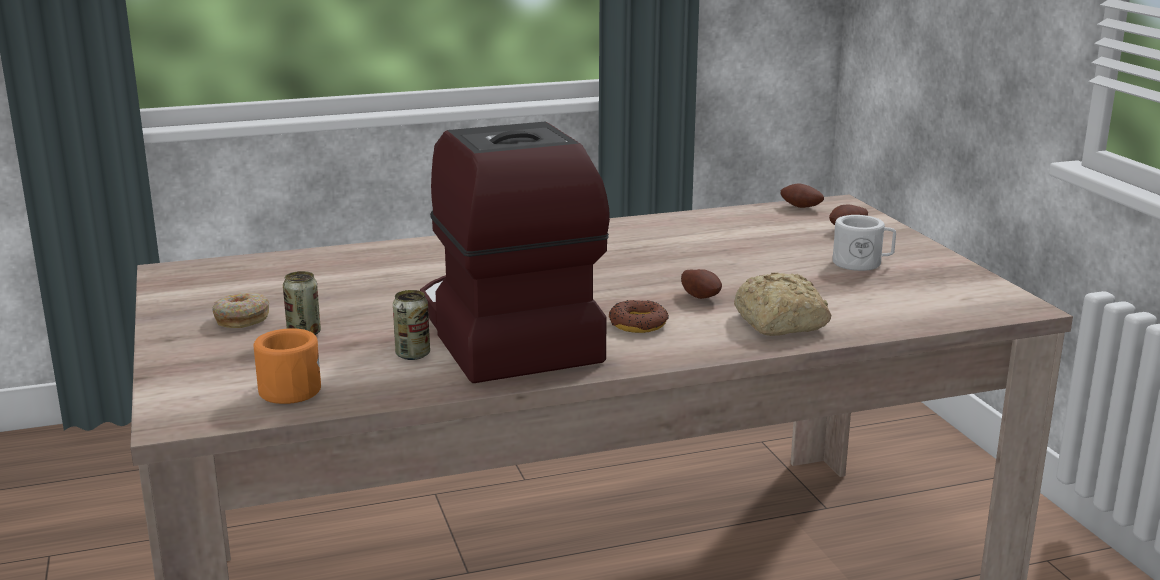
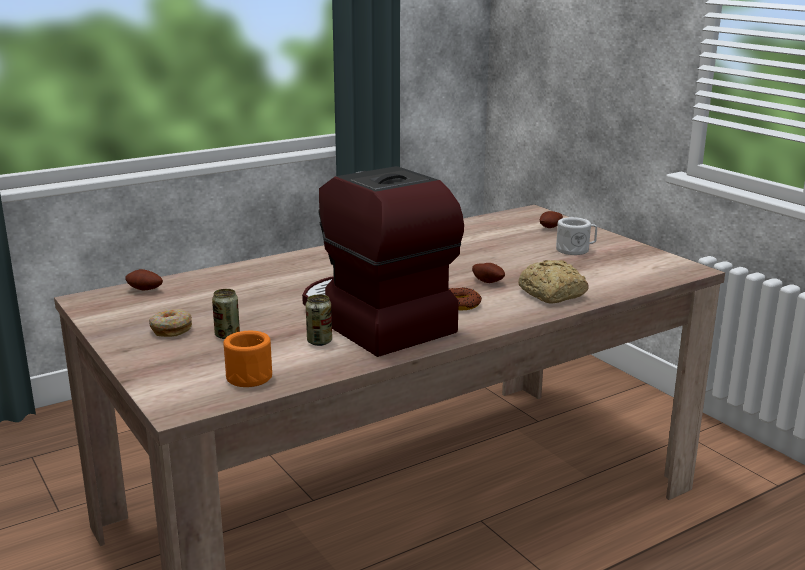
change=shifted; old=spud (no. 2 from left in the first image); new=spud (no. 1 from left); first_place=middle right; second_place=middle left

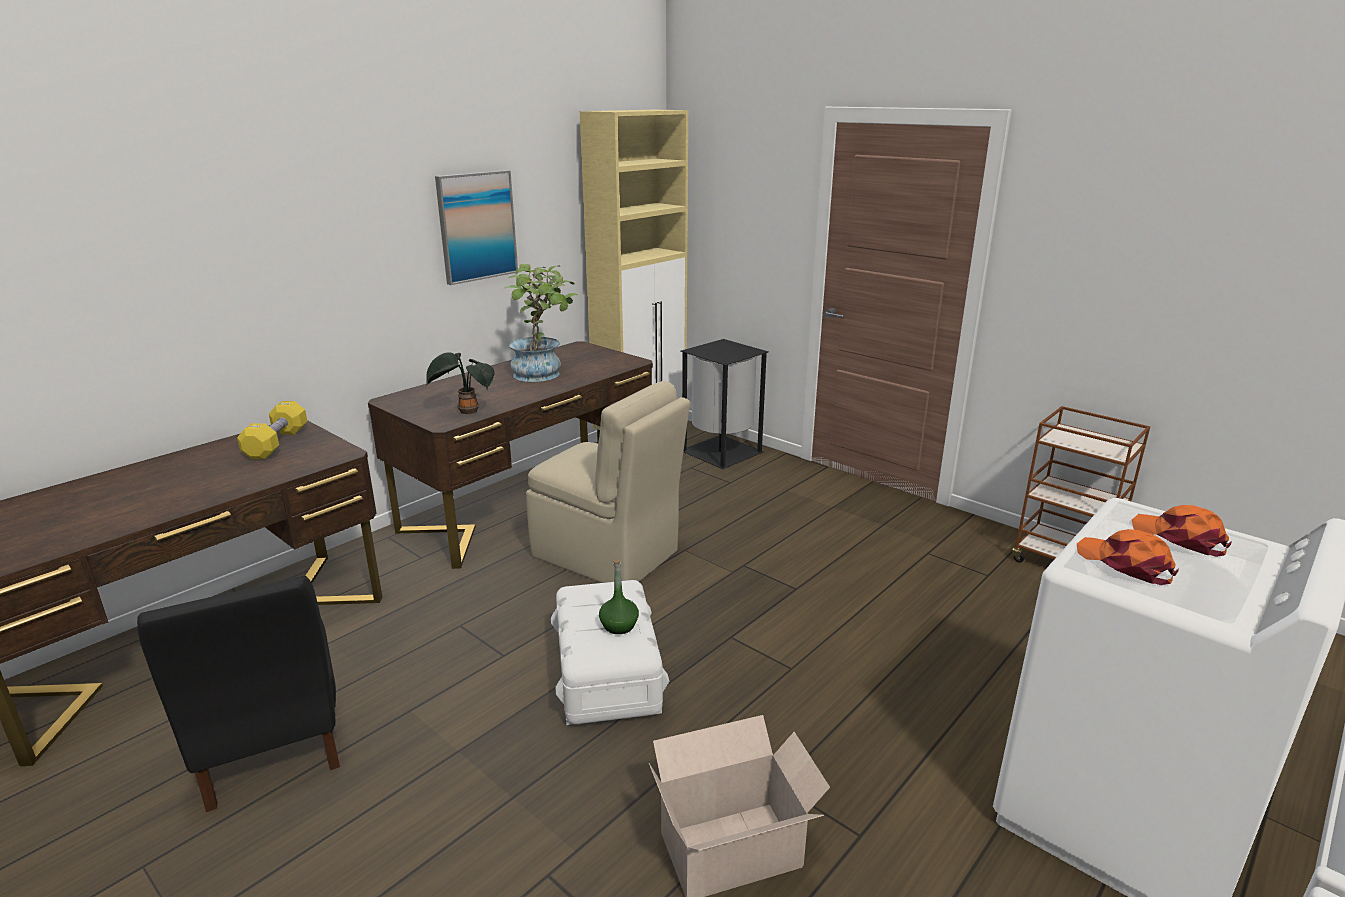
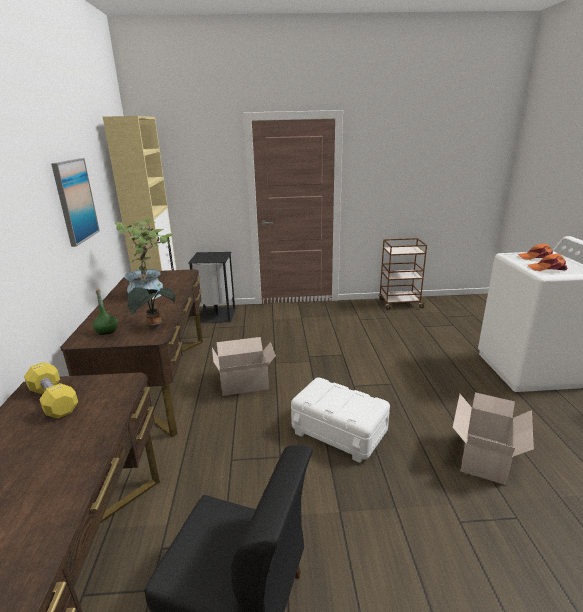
change=swapped; old=sand-coloured upright chair; new=carton (no. 1 from left); first_place=centre; second_place=centre
change=shifted; old=greenish bottle; first_place=centre; second_place=middle left

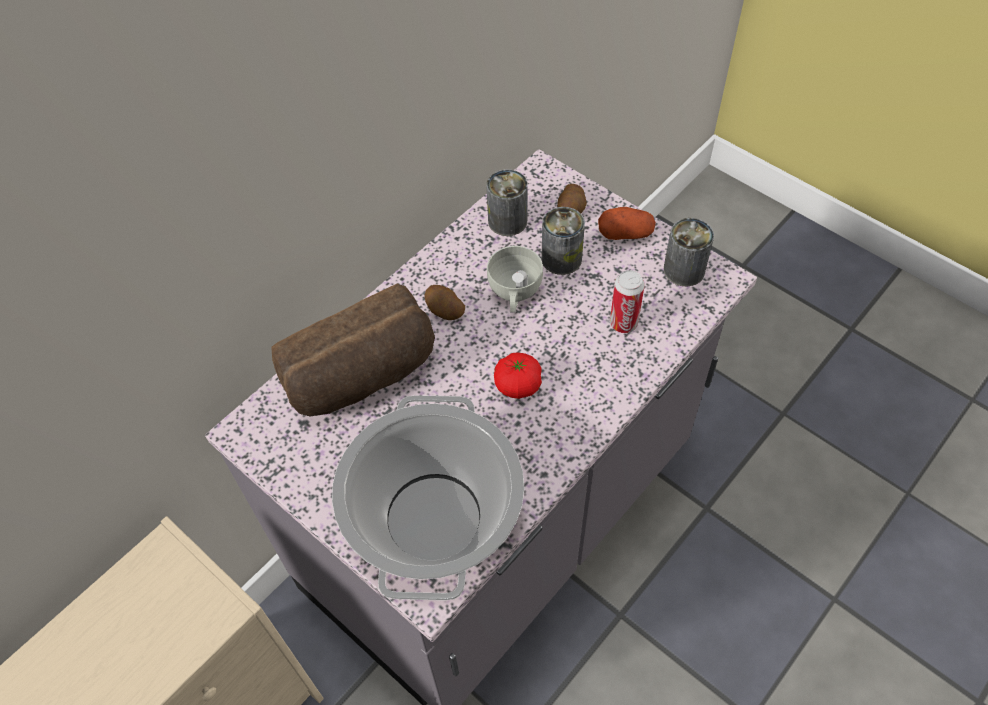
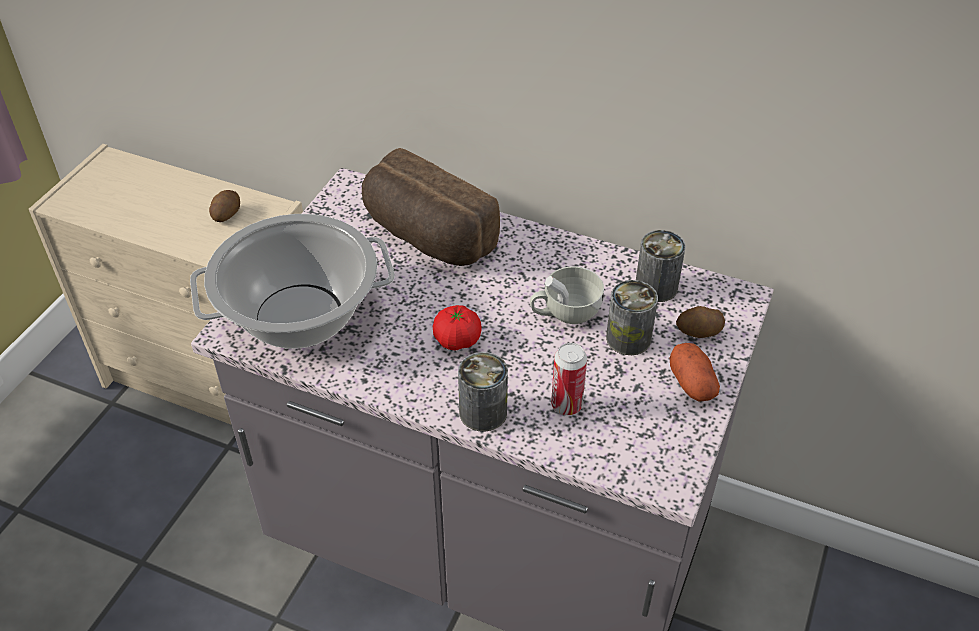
change=shifted; old=spud (no. 1 from left); first_place=centre; second_place=top left
change=shifted; old=sealed can (no. 4 from left in the first image); new=sealed can (no. 1 from left); first_place=middle right; second_place=centre

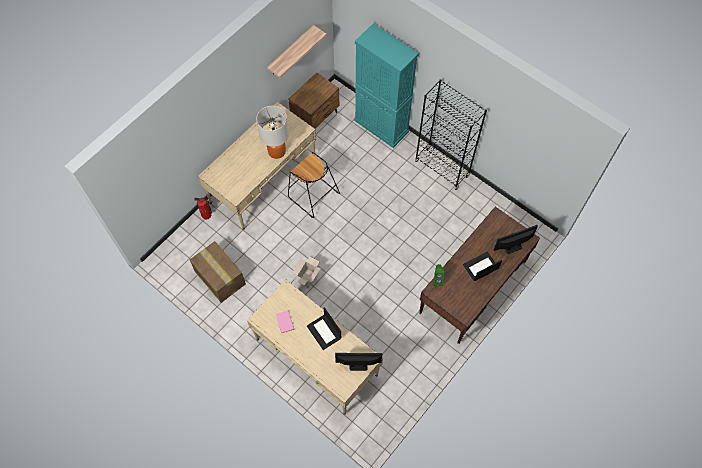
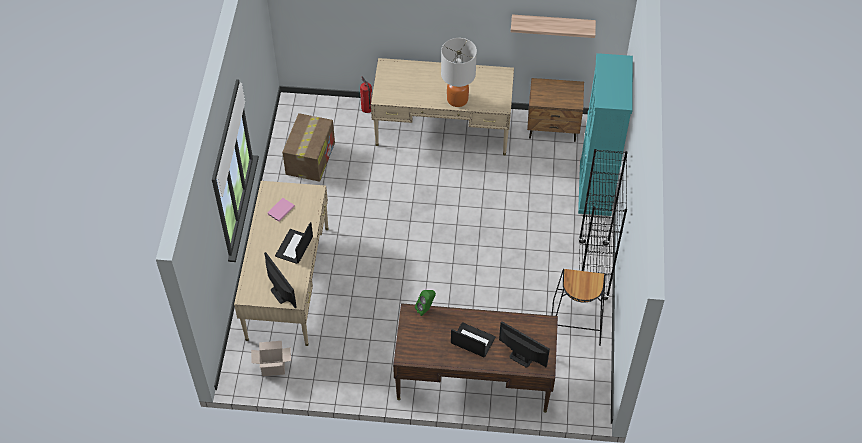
change=shifted; old=blackish stool seat; first_place=centre; second_place=bottom right
change=shifted; old=carton (no. 2 from left in the first image); new=carton (no. 1 from left); first_place=centre; second_place=bottom left

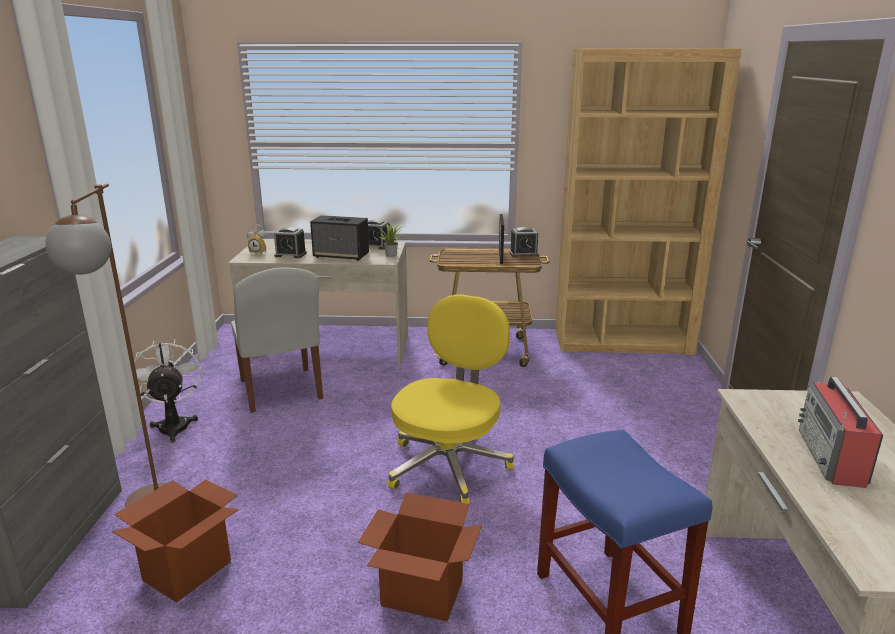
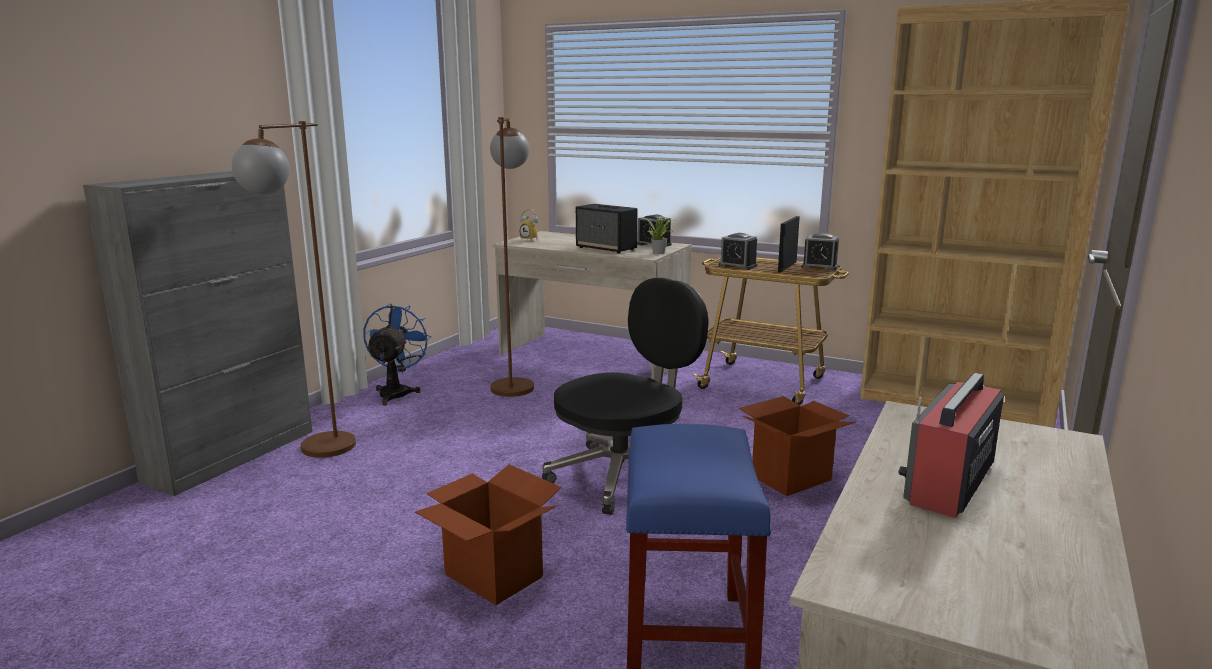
change=shifted; old=carton (no. 1 from left in the first image); new=carton (no. 2 from left); first_place=bottom left; second_place=bottom centre
change=repainted; old=white fan; new=blue fan; first_place=middle left; second_place=middle left
change=swapped; old=white upright chair; new=brown-coloured standing lamp (no. 2 from left); first_place=middle left; second_place=centre
change=shifted; old=alarm clock (no. 2 from left in the first image); new=alarm clock (no. 3 from left); first_place=middle left; second_place=centre
change=repainted; old=yellow computer chair; new=blackish computer chair; first_place=centre; second_place=centre

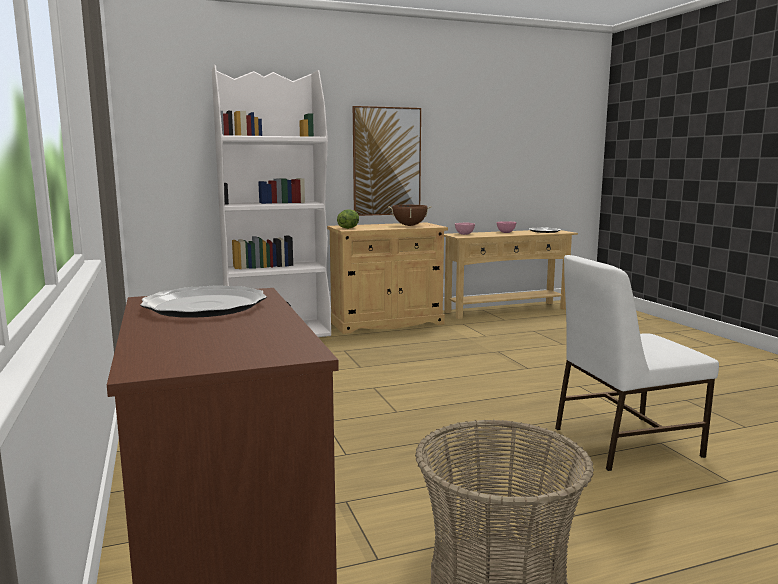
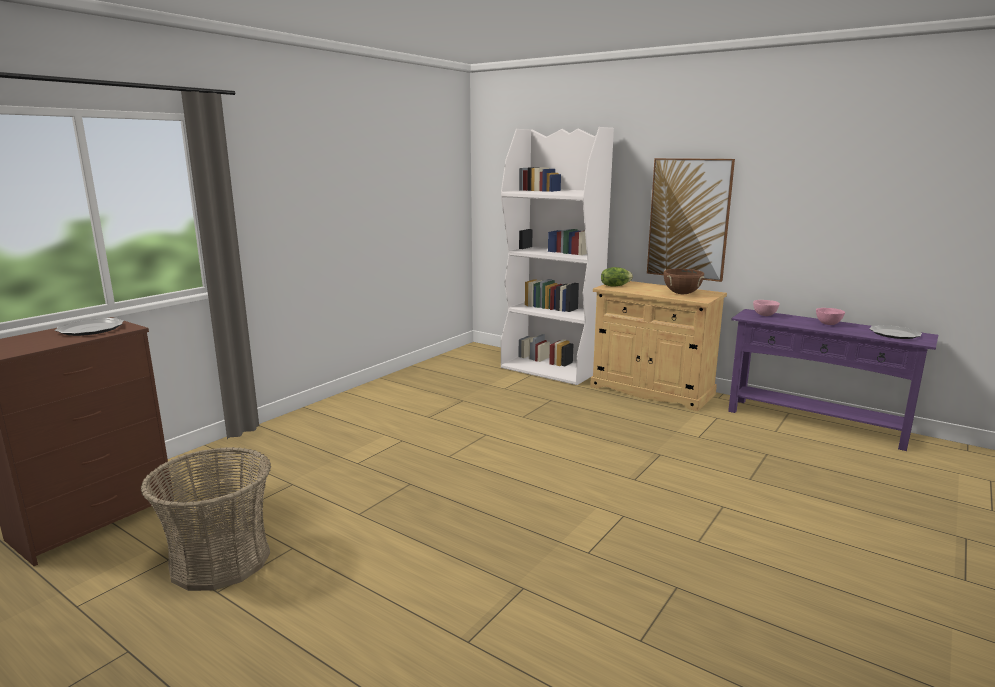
change=repainted; old=sand-coloured narrow table; new=purple narrow table; first_place=centre; second_place=middle right
change=gone; old=white upright chair; first_place=middle right

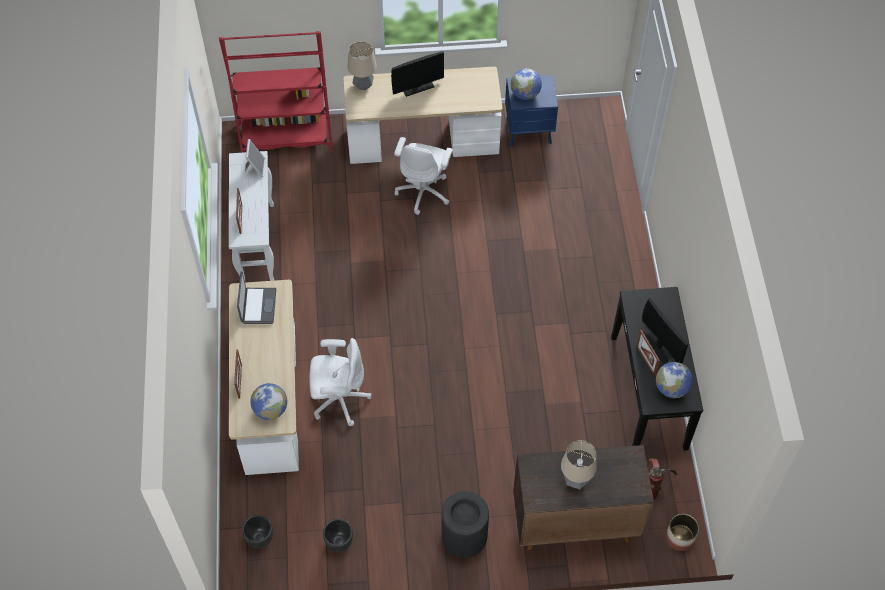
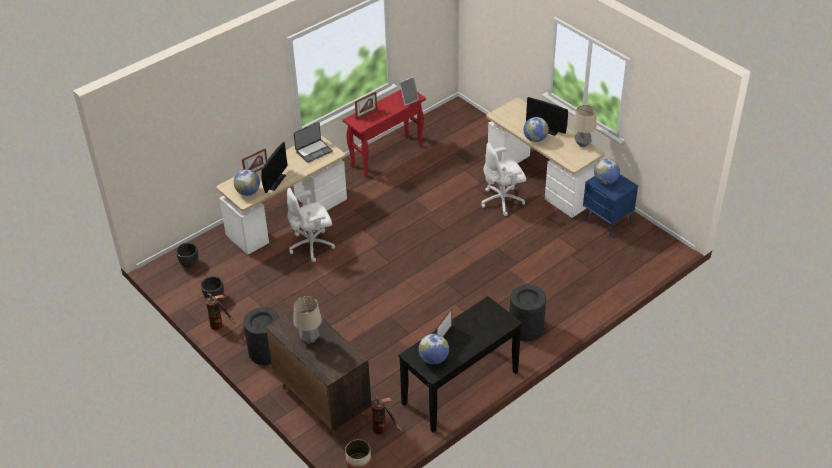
change=gone; old=red shelving unit; first_place=top left
change=repainted; old=white narrow table; new=red narrow table; first_place=middle left; second_place=top centre
change=rotated; old=white computer chair (no. 1 from left); first_place=centre; second_place=centre; degrees=105
change=shifted; old=table lamp (no. 1 from left in the first image); new=table lamp (no. 2 from left); first_place=top centre; second_place=top right
change=shifted; old=monitor (no. 2 from left in the first image); new=monitor (no. 1 from left); first_place=middle right; second_place=middle left
change=new; new=fire extinguisher (no. 1 from left); second_place=middle left
change=new; new=blackish waste bin (no. 2 from left); second_place=bottom centre
change=new; new=desk globe (no. 3 from left); second_place=top centre

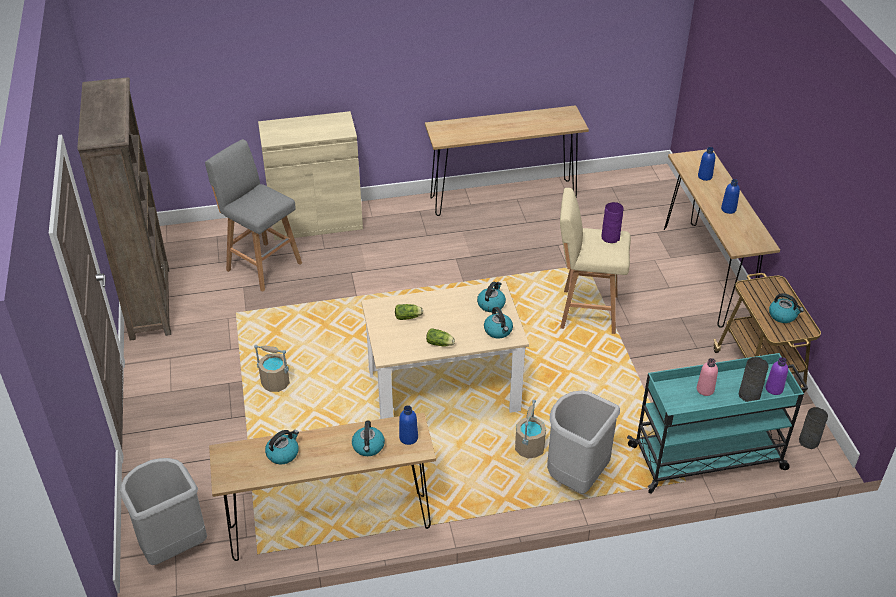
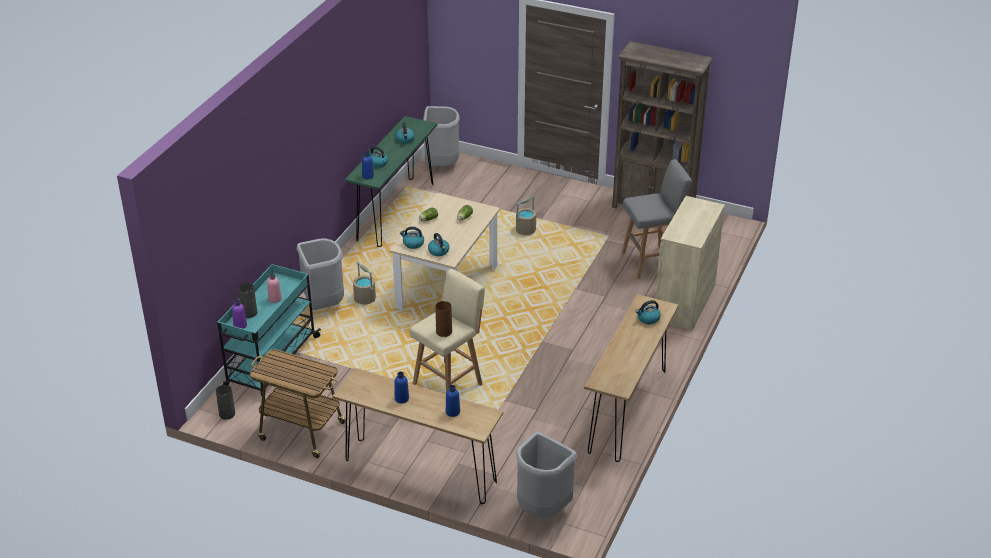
change=repainted; old=brown-coloured narrow table (no. 1 from left); new=greenish narrow table; first_place=bottom centre; second_place=top centre
change=repainted; old=purple flower vase; new=brown-coloured flower vase; first_place=middle right; second_place=centre
change=shifted; old=kettle (no. 5 from left); first_place=middle right; second_place=centre
change=new; new=greyish waste bin (no. 3 from left); second_place=bottom centre

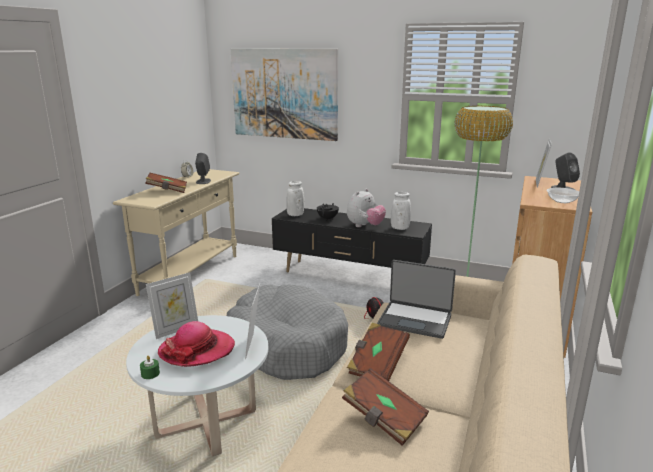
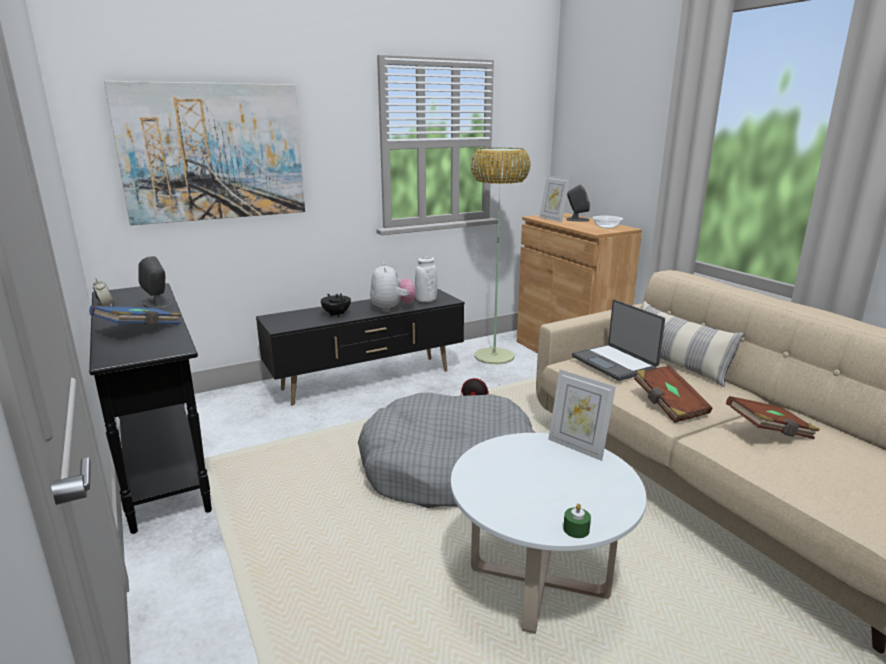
change=repainted; old=sand-coloured narrow table; new=blackish narrow table; first_place=middle left; second_place=middle left
change=repainted; old=brown-coloured volume (no. 1 from left); new=blue volume; first_place=middle left; second_place=middle left
change=gone; old=picture frame (no. 1 from left); first_place=middle left
change=gone; old=hat; first_place=bottom left
change=gone; old=white flower vase (no. 1 from left); first_place=centre
change=rotated; old=portable computer; first_place=centre; second_place=middle right; degrees=90
change=new; new=throw pillow; second_place=middle right

